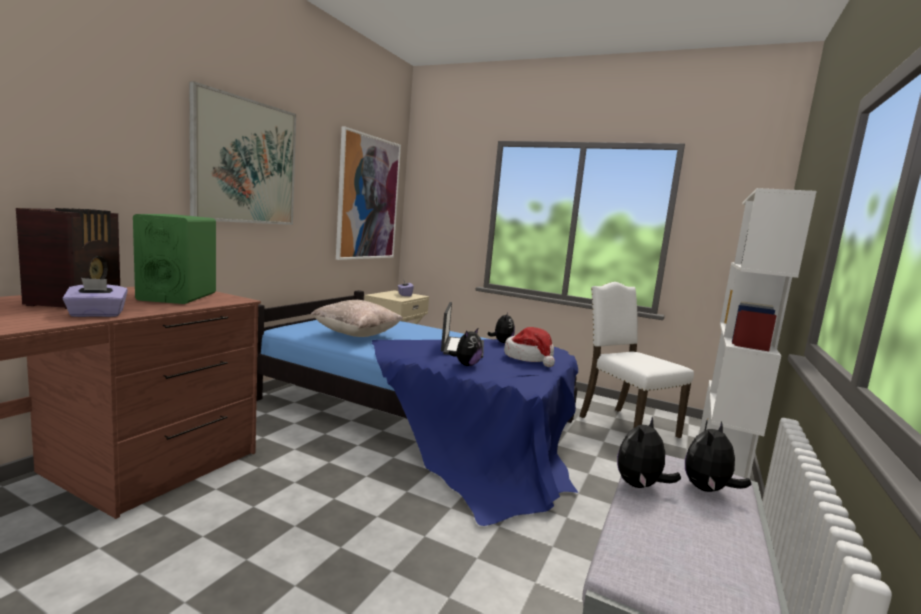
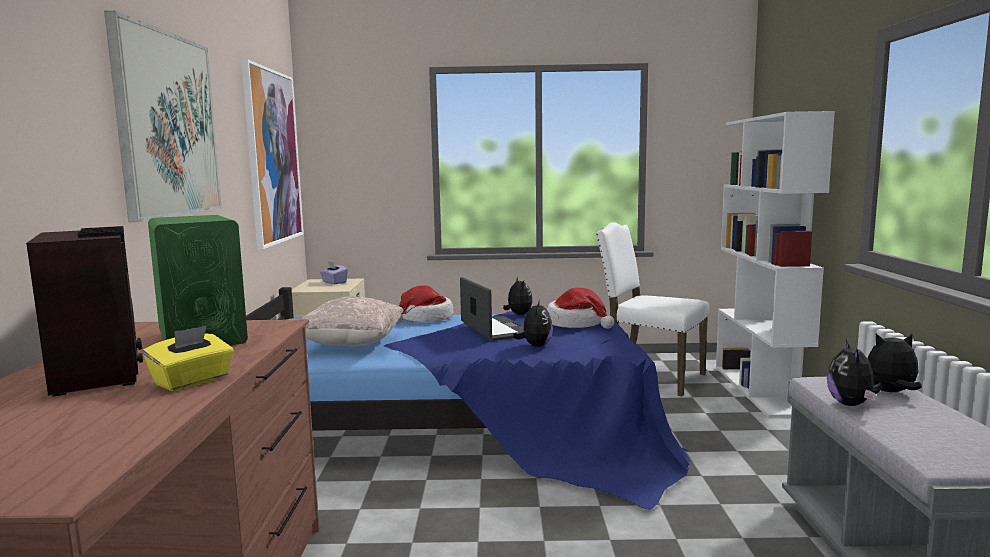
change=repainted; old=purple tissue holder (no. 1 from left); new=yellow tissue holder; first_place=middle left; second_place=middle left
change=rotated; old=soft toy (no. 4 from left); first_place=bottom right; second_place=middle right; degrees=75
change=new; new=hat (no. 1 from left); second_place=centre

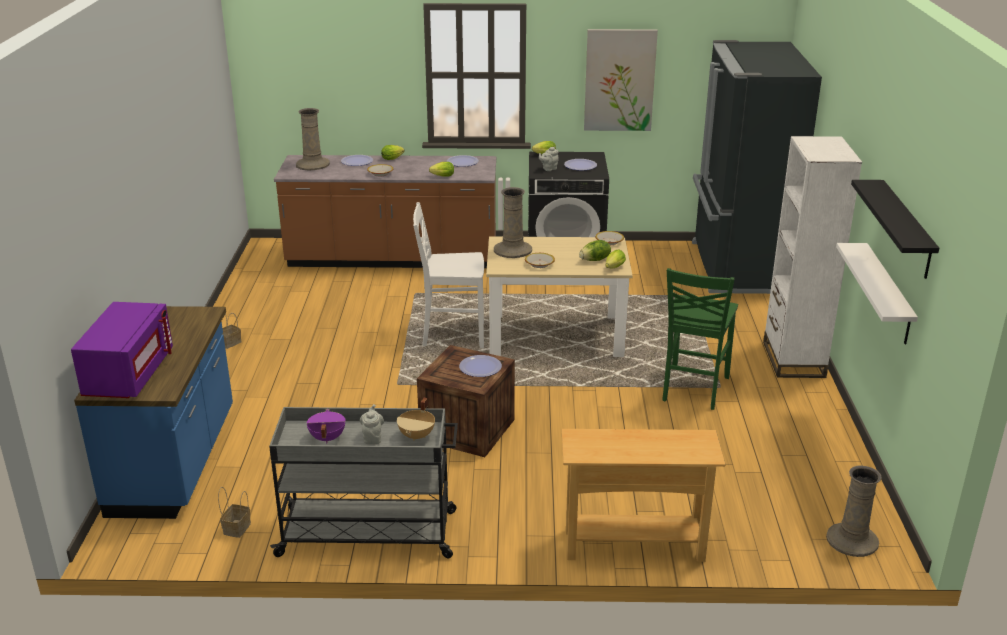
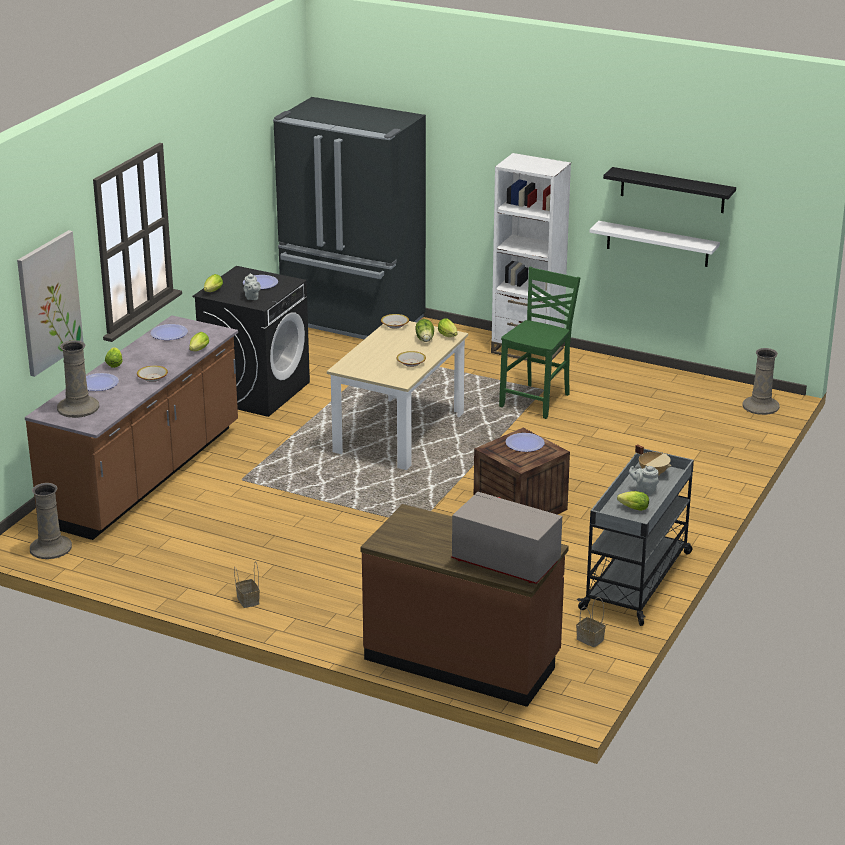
change=repainted; old=purple kitchen microwave; new=greyish kitchen microwave; first_place=middle left; second_place=centre
change=repainted; old=blue kitchen counter; new=brown-coloured kitchen counter (no. 2 from left); first_place=middle left; second_place=bottom centre
change=swapped; old=purple stockpot; new=lettuce (no. 6 from left); first_place=bottom left; second_place=middle right
change=gone; old=white upright chair; first_place=centre
change=shifted; old=sand-coloured flower vase (no. 2 from left in the first image); new=sand-coloured flower vase (no. 1 from left); first_place=centre; second_place=middle left
change=gone; old=sand-coloured narrow table; first_place=bottom centre
change=shifted; old=wall picture; first_place=top centre; second_place=middle left
change=rotated; old=greenish upright chair; first_place=middle right; second_place=centre; degrees=-105

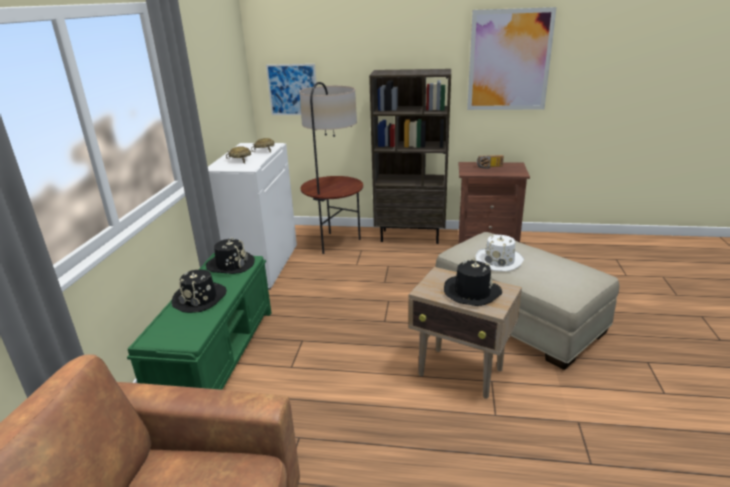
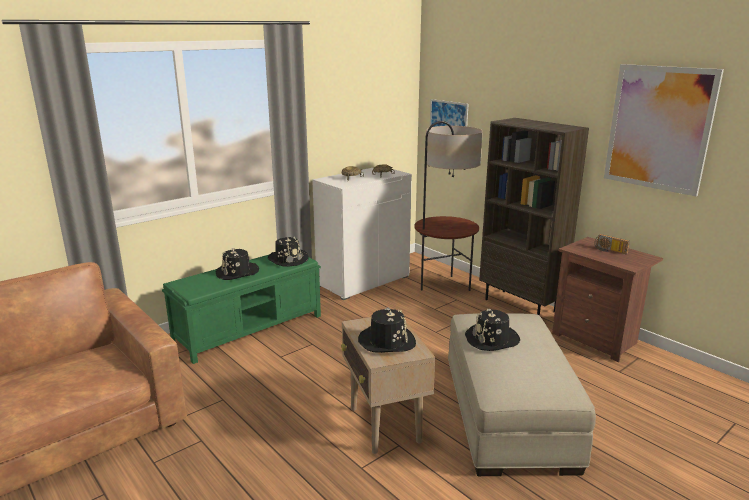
change=repainted; old=white hat; new=blackish hat (no. 4 from left); first_place=middle right; second_place=centre

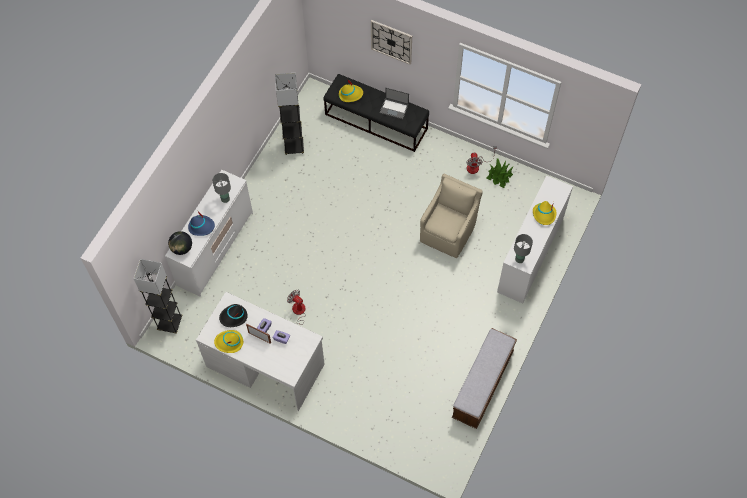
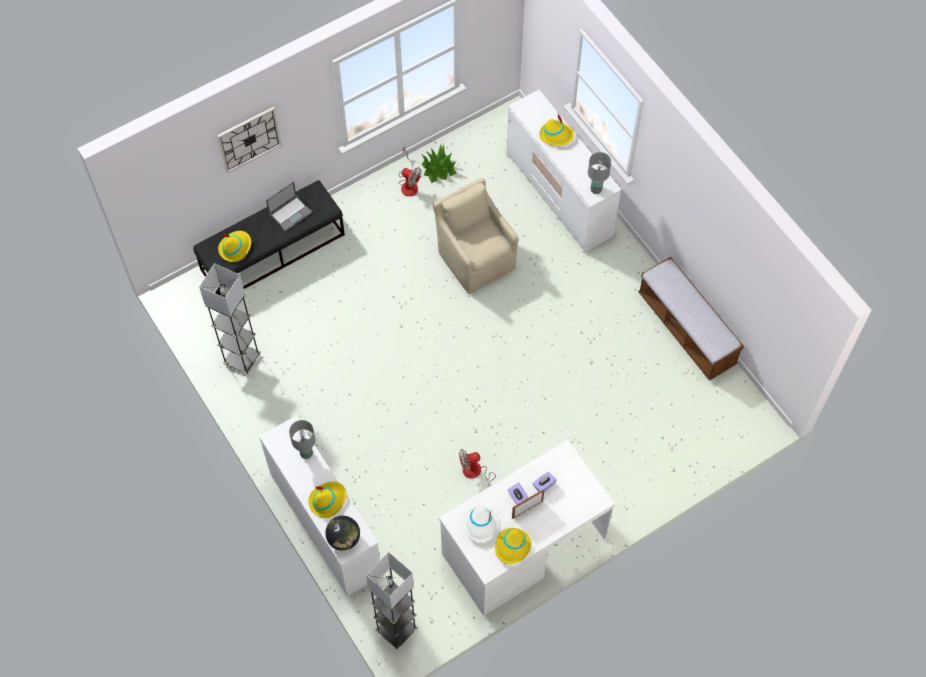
change=repainted; old=blue hat; new=yellow hat (no. 2 from left); first_place=middle left; second_place=bottom centre
change=repainted; old=blackish hat; new=white hat; first_place=middle left; second_place=bottom centre

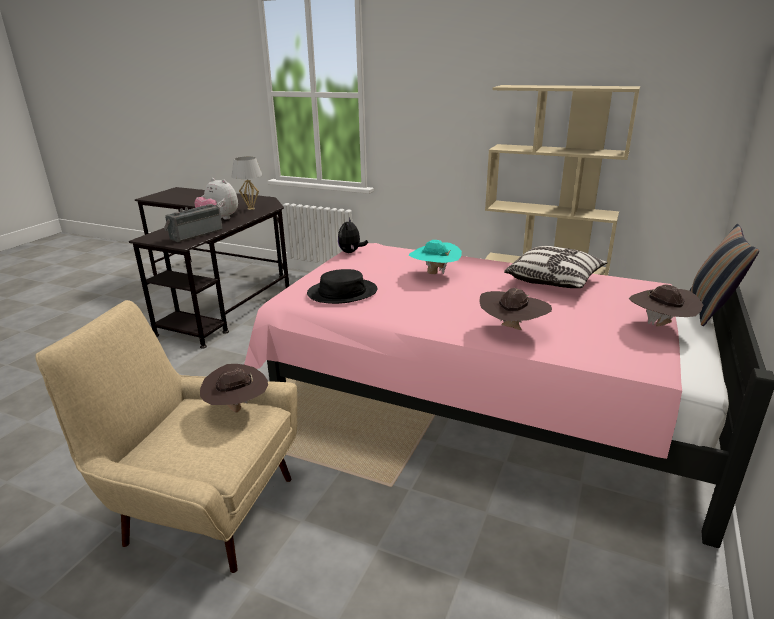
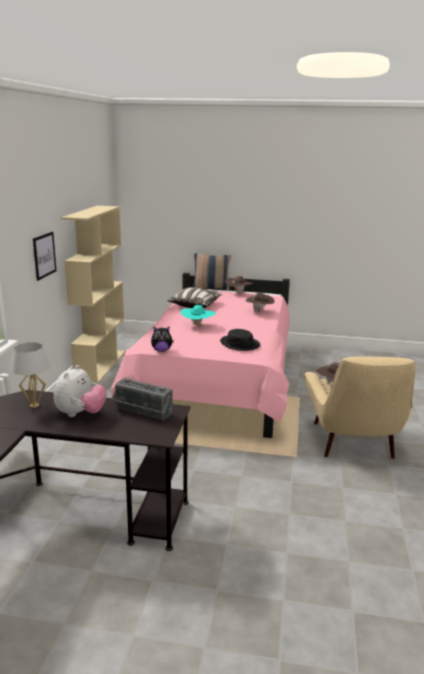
change=new; new=wall picture; second_place=middle left

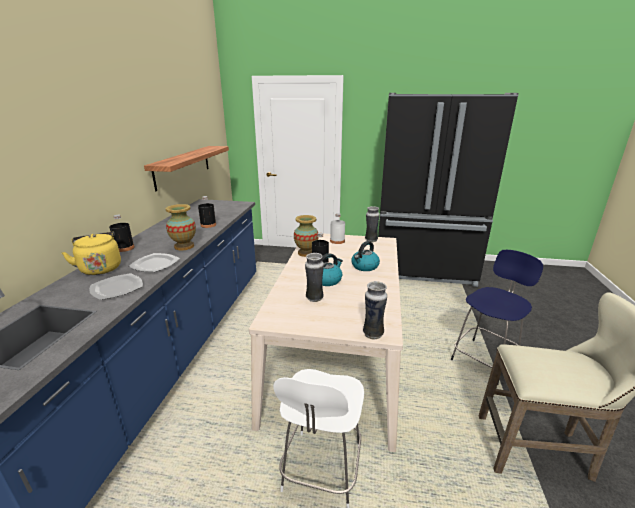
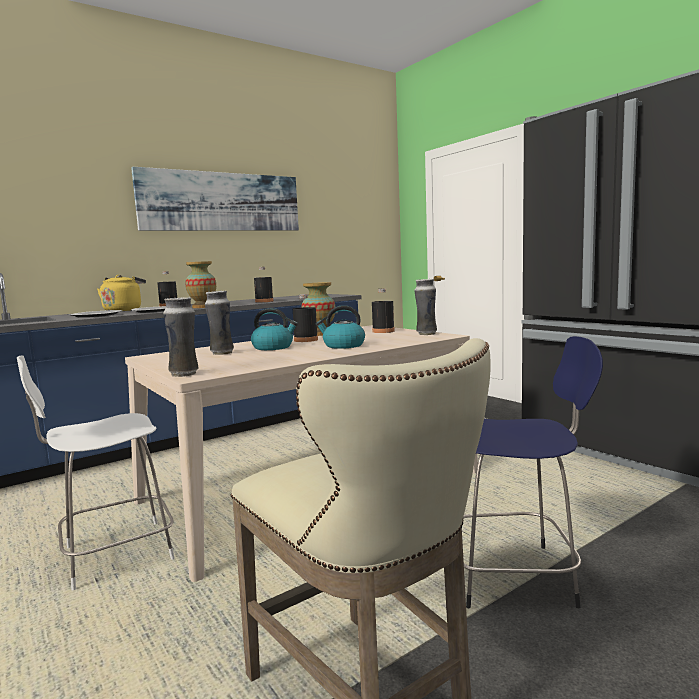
change=gone; old=bracket shelf; first_place=top left
change=repainted; old=white bottle; new=blackish bottle (no. 4 from left); first_place=centre; second_place=centre
change=new; new=wall picture; second_place=top left

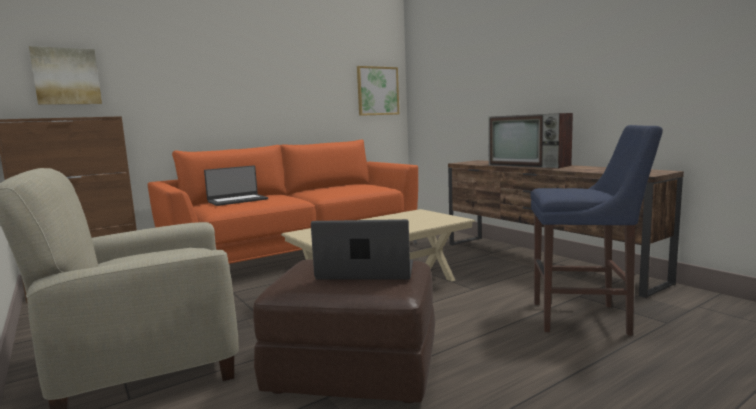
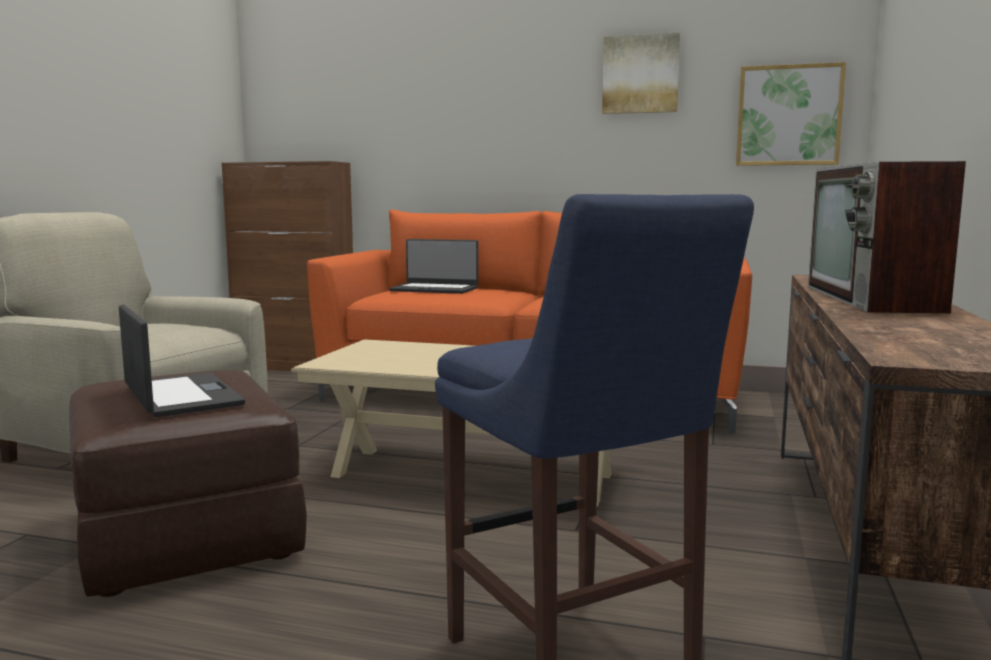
change=shifted; old=wall picture (no. 1 from left); first_place=top left; second_place=top centre

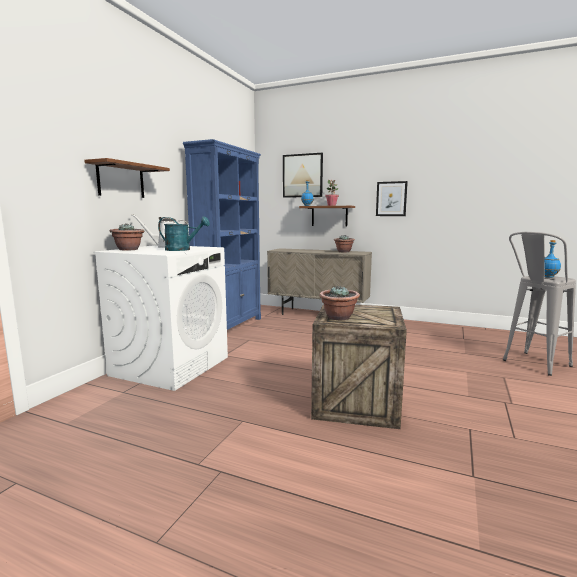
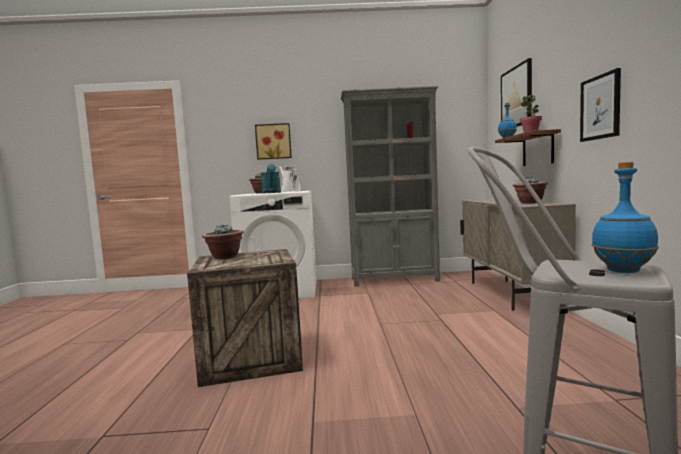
change=swapped; old=brown-coloured bracket shelf (no. 1 from left); new=wall picture (no. 1 from left); first_place=top left; second_place=top centre
change=repainted; old=blue shelving unit; new=greyish shelving unit; first_place=centre; second_place=centre

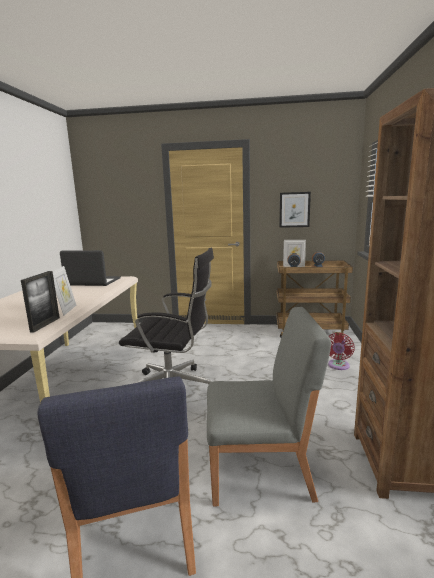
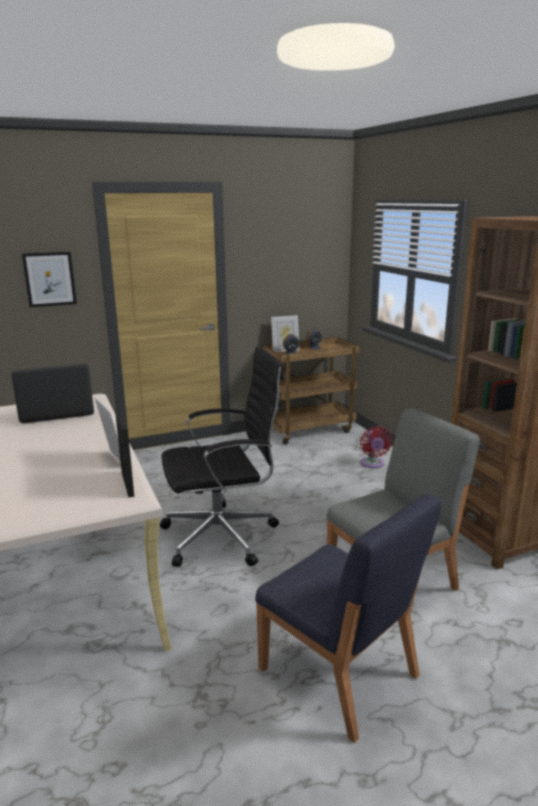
change=shifted; old=wall picture; first_place=middle right; second_place=middle left

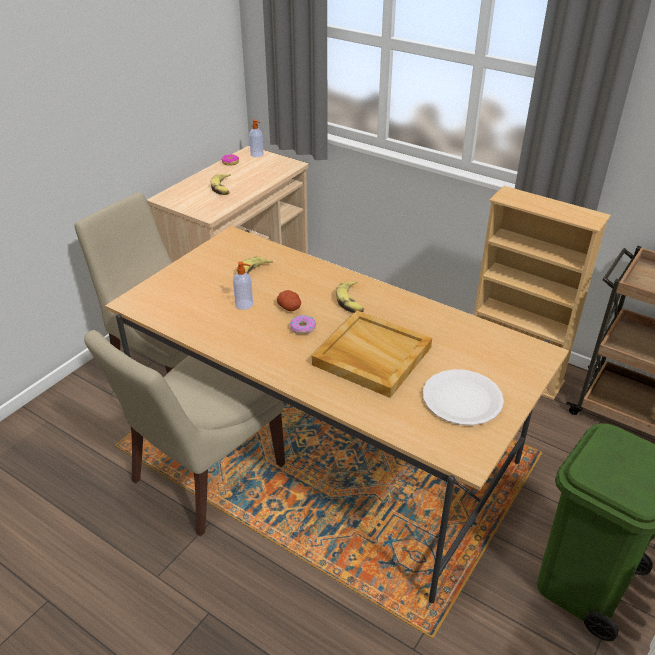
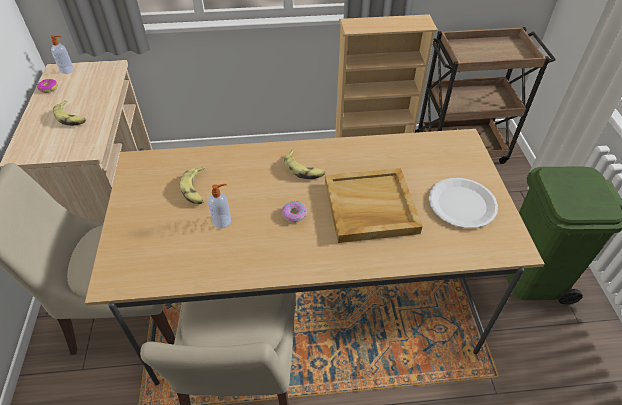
change=gone; old=spud; first_place=centre

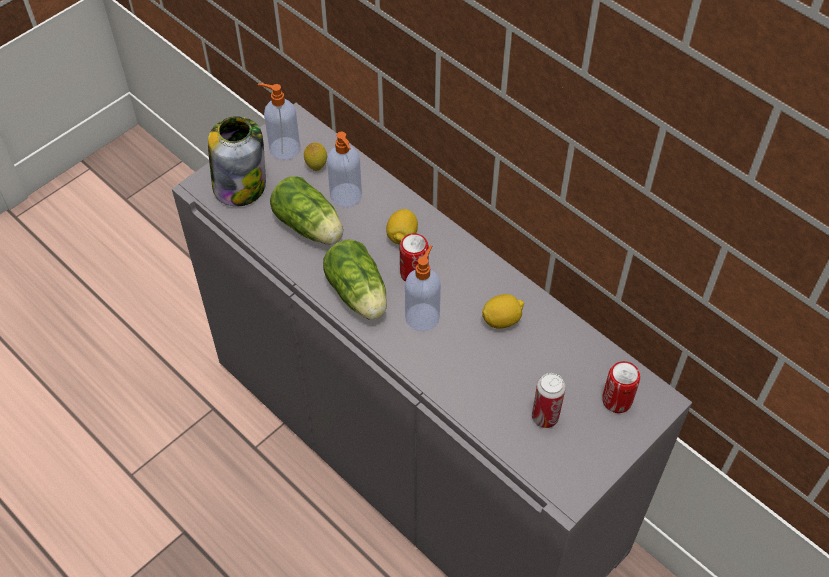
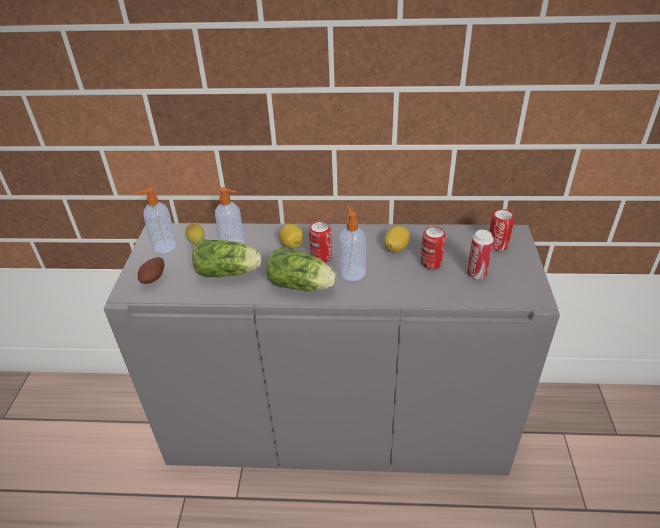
change=swapped; old=preserve jar; new=spud; first_place=top left; second_place=middle left
change=new; new=sealed can (no. 2 from left); second_place=centre

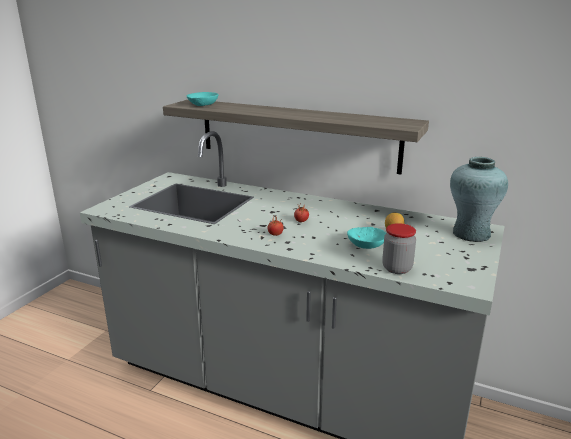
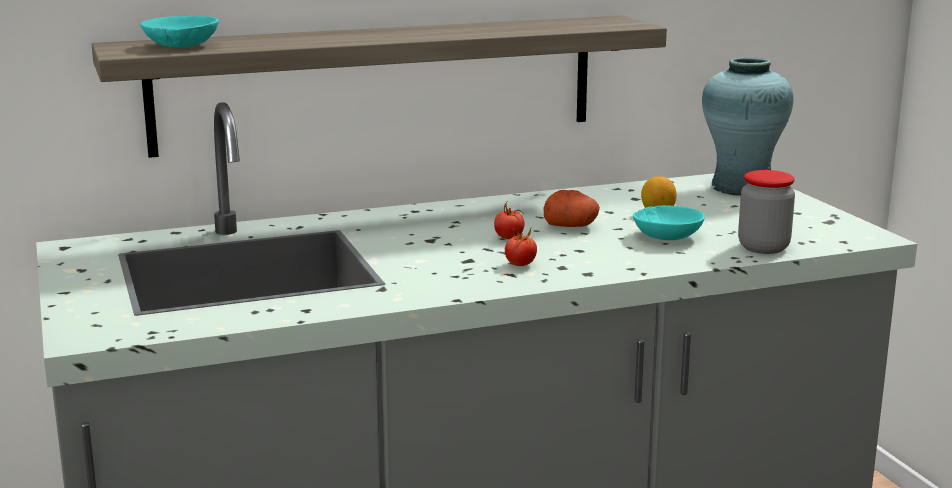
change=new; new=spud; second_place=centre

